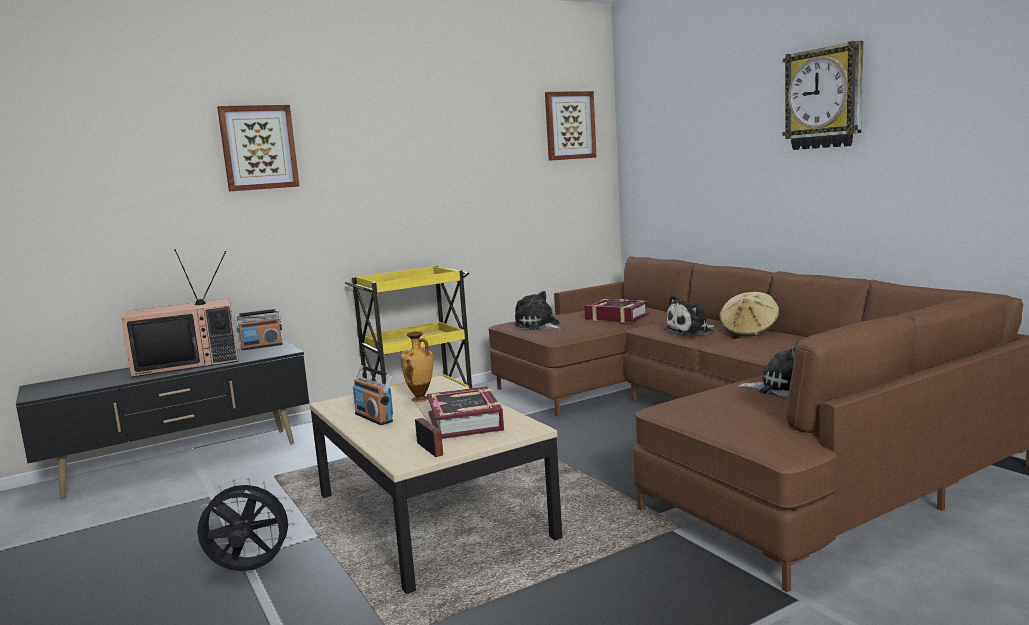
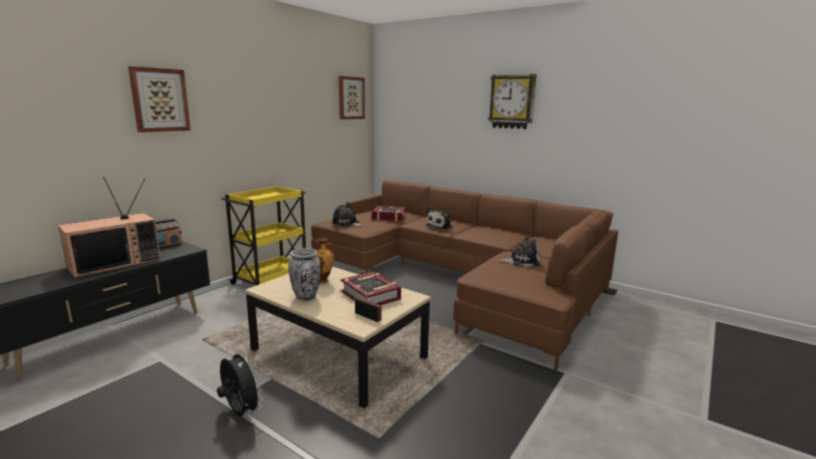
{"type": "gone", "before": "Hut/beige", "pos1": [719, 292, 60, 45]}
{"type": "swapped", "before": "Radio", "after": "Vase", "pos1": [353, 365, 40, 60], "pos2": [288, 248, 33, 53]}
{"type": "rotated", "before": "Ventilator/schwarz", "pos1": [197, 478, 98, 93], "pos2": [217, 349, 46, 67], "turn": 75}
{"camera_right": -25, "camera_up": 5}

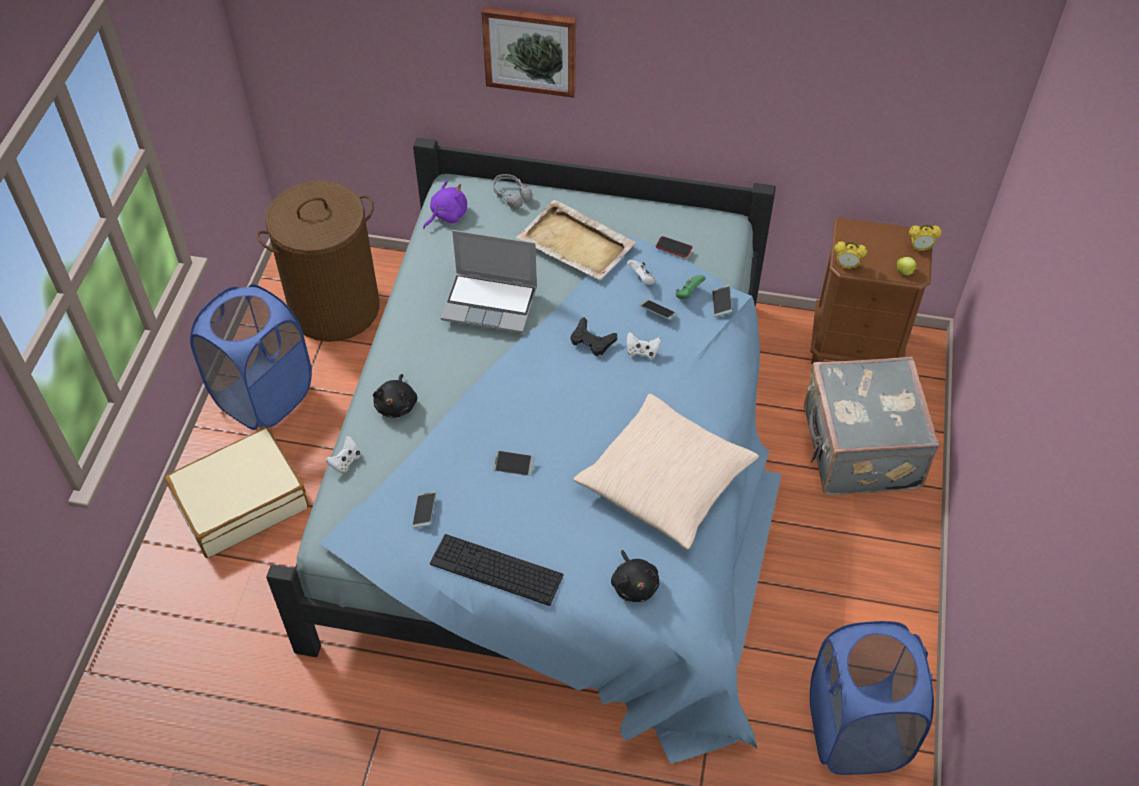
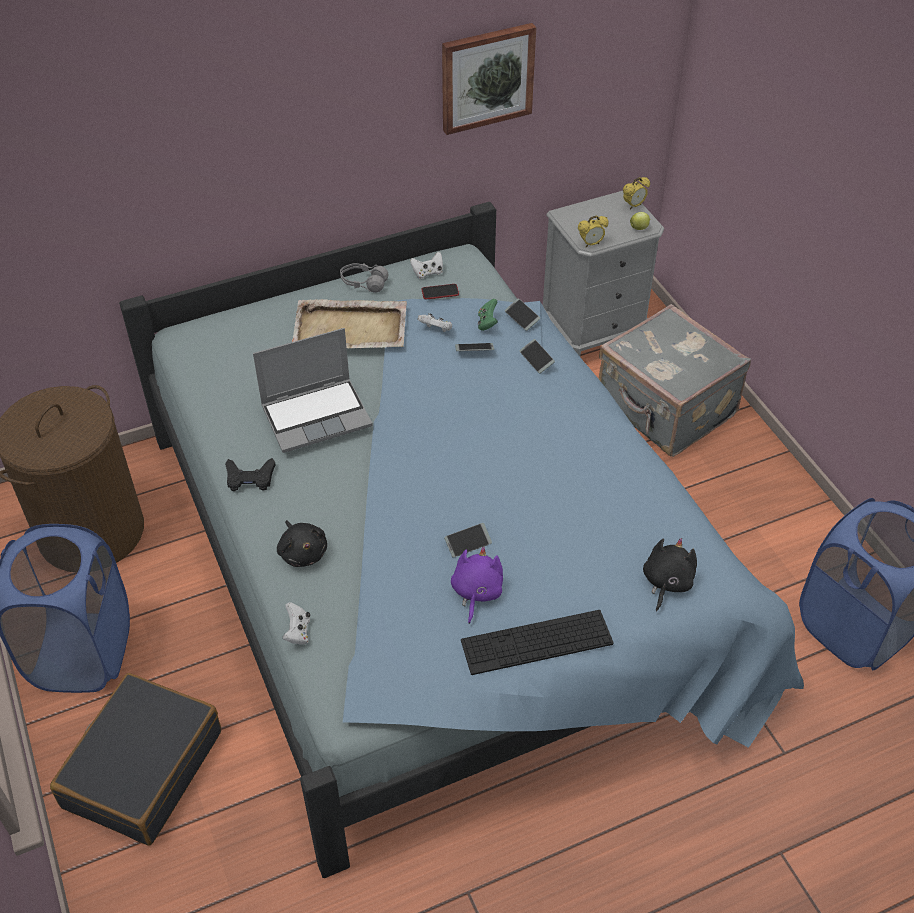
{"type": "gone", "before": "Kissen/beige", "pos1": [573, 394, 186, 155]}
{"type": "shifted", "before": "Handy", "pos1": [412, 491, 24, 37], "pos2": [519, 339, 36, 35]}
{"type": "shifted", "before": "Plüschtier/lila", "pos1": [423, 180, 44, 49], "pos2": [451, 546, 52, 78]}
{"type": "shifted", "before": "Bild", "pos1": [481, 6, 95, 92], "pos2": [442, 23, 94, 112]}
{"type": "shifted", "before": "Kopfhörer/grau", "pos1": [493, 174, 40, 35], "pos2": [340, 263, 49, 29]}
{"type": "shifted", "before": "Gamepad/schwarz", "pos1": [571, 317, 46, 39], "pos2": [225, 458, 50, 33]}
{"type": "shifted", "before": "Gamepad/weiß", "pos1": [627, 332, 34, 27], "pos2": [410, 251, 33, 28]}
{"type": "repainted", "before": "Koffer/beige", "after": "Koffer/schwarz", "pos1": [165, 428, 144, 130], "pos2": [50, 673, 171, 173]}
{"type": "repainted", "before": "Nachttisch/braun", "after": "Nachttisch/grau", "pos1": [810, 217, 122, 147], "pos2": [543, 191, 121, 165]}
{"type": "rotated", "before": "Plüschtier/schwarz", "pos1": [611, 550, 48, 52], "pos2": [643, 538, 54, 73], "turn": -105}
{"camera_right": -35, "camera_up": -5}

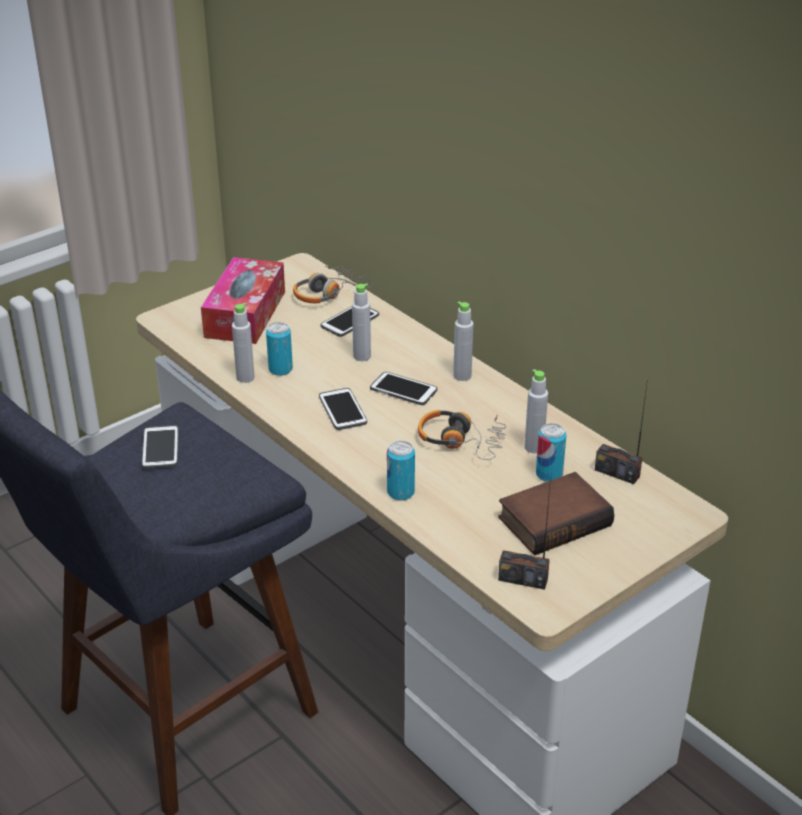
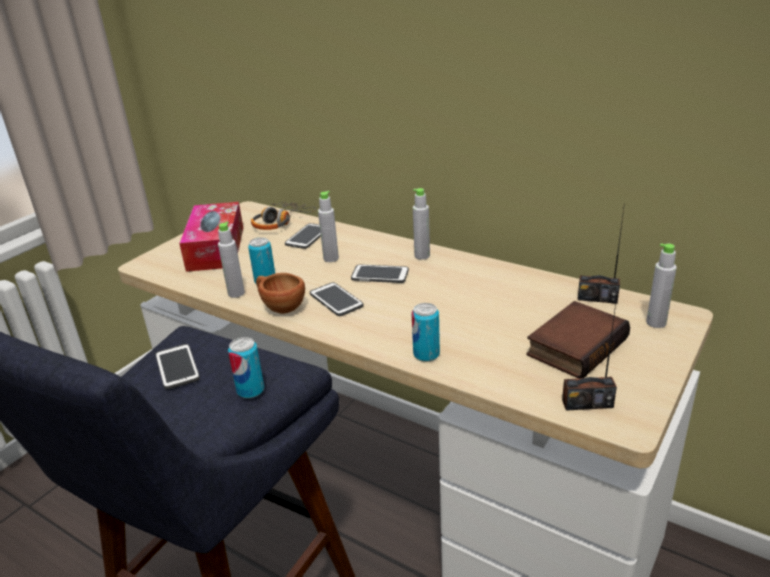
{"type": "gone", "before": "Kopfhörer", "pos1": [418, 410, 88, 50]}
{"type": "new", "after": "Tasse/braun", "pos2": [256, 273, 49, 41]}
{"type": "shifted", "before": "Flasche/grau", "pos1": [524, 369, 24, 84], "pos2": [646, 244, 31, 84]}
{"type": "shifted", "before": "Dose", "pos1": [536, 423, 30, 59], "pos2": [228, 337, 36, 61]}
{"camera_right": -15, "camera_up": -5}

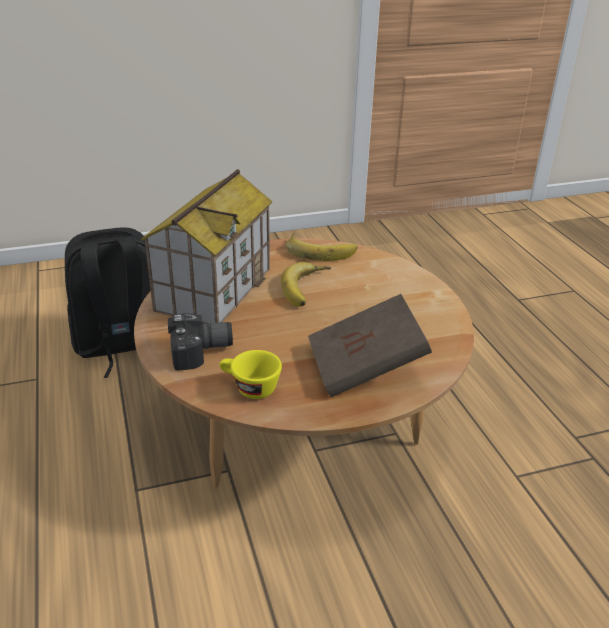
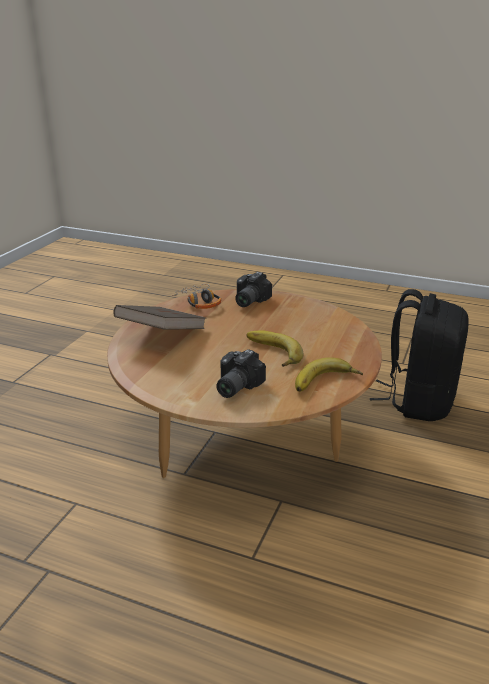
{"type": "gone", "before": "Spielzeughaus", "pos1": [141, 169, 132, 155]}
{"type": "new", "after": "Kamera", "pos2": [216, 349, 50, 49]}
{"type": "swapped", "before": "Tasse/gelb", "after": "Kopfhörer", "pos1": [219, 350, 63, 49], "pos2": [172, 284, 49, 25]}
{"camera_right": 130, "camera_up": -5}

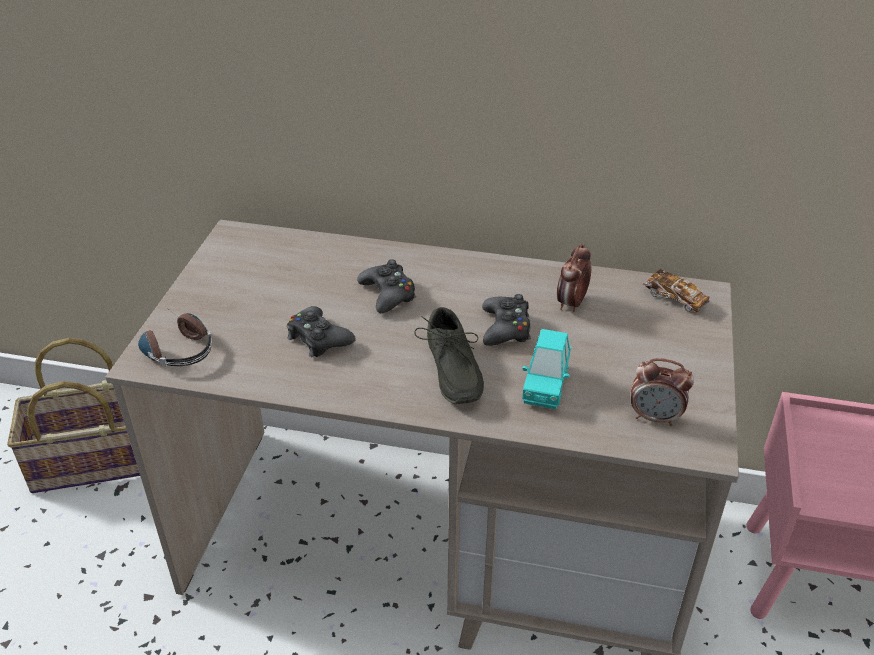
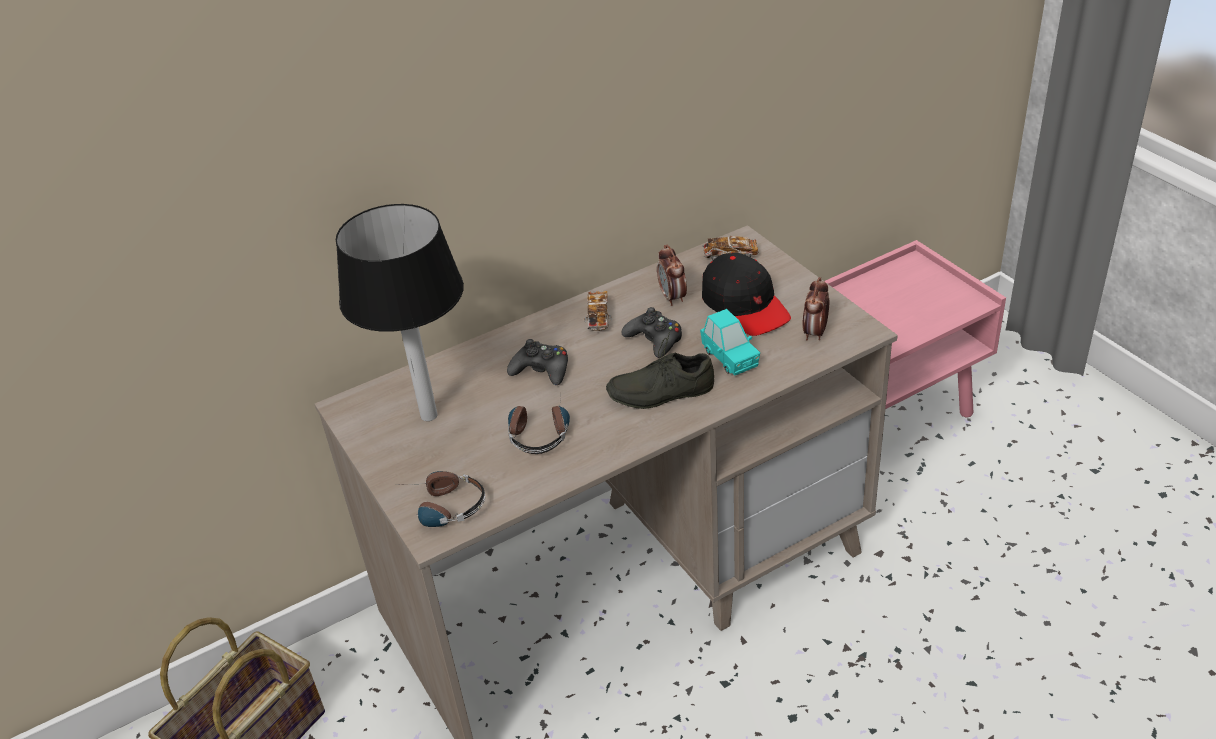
{"type": "new", "after": "Tischlampe", "pos2": [336, 204, 128, 217]}
{"type": "new", "after": "Spielzeugauto", "pos2": [585, 291, 27, 40]}
{"type": "new", "after": "Kappe/schwarz", "pos2": [702, 253, 89, 83]}
{"type": "swapped", "before": "Gamepad/schwarz", "after": "Kopfhörer", "pos1": [287, 306, 69, 51], "pos2": [508, 396, 62, 58]}
{"type": "rotated", "before": "Schuh/grau", "pos1": [414, 307, 70, 97], "pos2": [606, 332, 108, 77], "turn": 135}
{"type": "rotated", "before": "Wecker", "pos1": [631, 358, 63, 68], "pos2": [802, 277, 27, 63], "turn": 135}
{"camera_right": -40, "camera_up": 0}

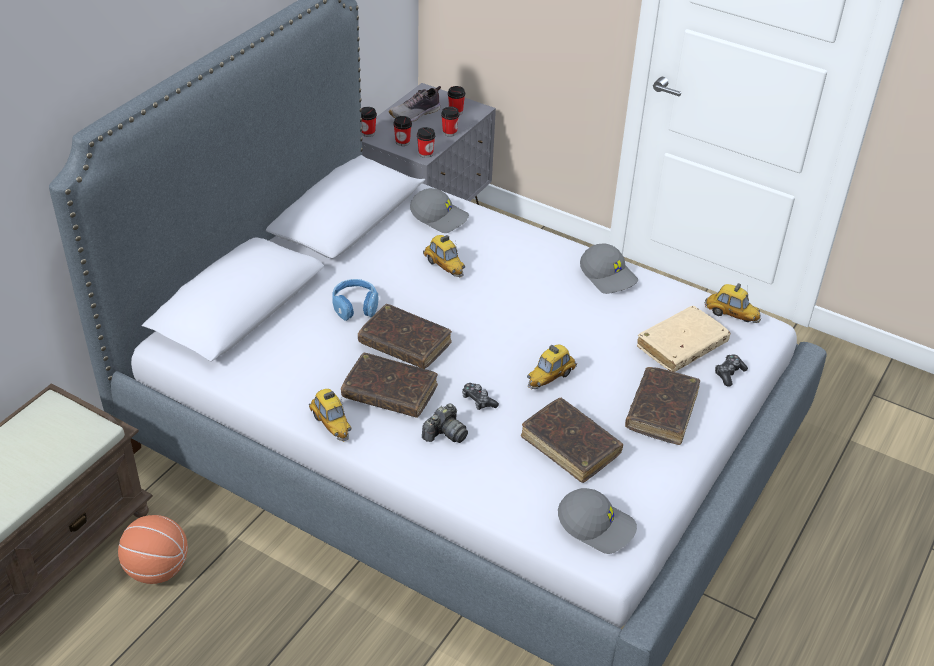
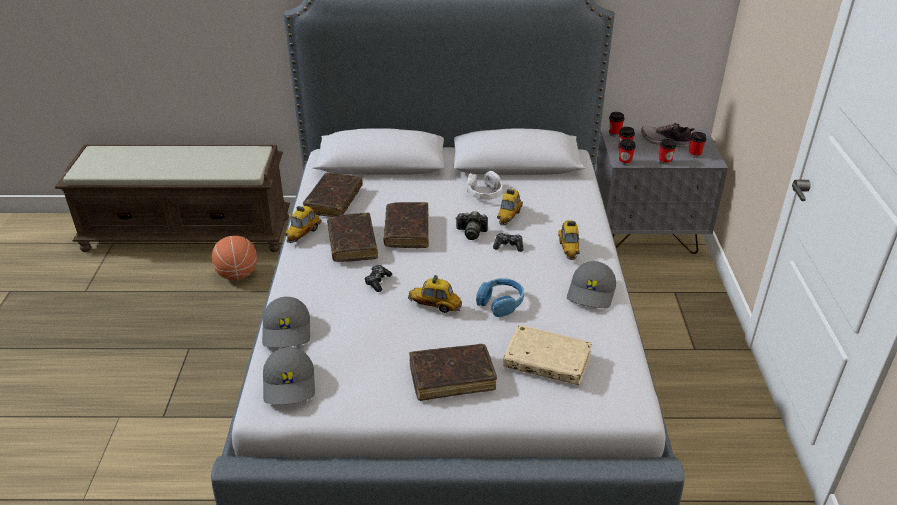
{"type": "new", "after": "Kopfhörer/weiß", "pos2": [467, 171, 36, 29]}
{"type": "shifted", "before": "Kopfhörer/blau", "pos1": [332, 279, 46, 42], "pos2": [476, 278, 48, 39]}
{"type": "shifted", "before": "Kappe/grau", "pos1": [410, 188, 59, 45], "pos2": [262, 297, 48, 51]}
{"type": "shifted", "before": "Kamera", "pos1": [422, 403, 46, 40], "pos2": [455, 211, 33, 29]}
{"type": "shifted", "before": "Buch/braun", "pos1": [521, 398, 102, 85], "pos2": [303, 173, 60, 44]}
{"type": "shifted", "before": "Spielzeugauto", "pos1": [705, 283, 56, 40], "pos2": [558, 220, 22, 40]}
{"type": "shifted", "before": "Gamepad", "pos1": [715, 354, 33, 32], "pos2": [493, 233, 31, 19]}
{"camera_right": 60, "camera_up": -5}

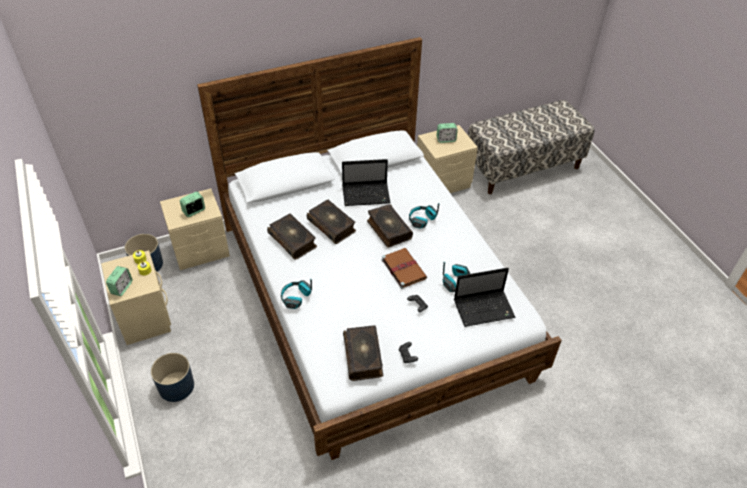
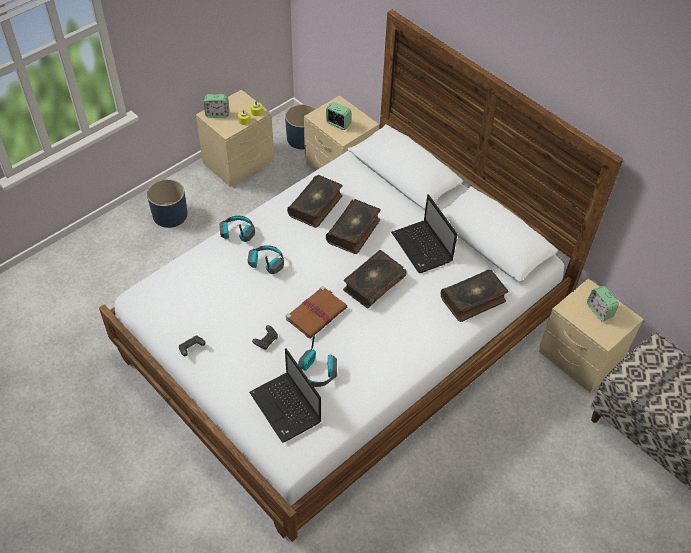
{"type": "shifted", "before": "Buch", "pos1": [343, 325, 40, 56], "pos2": [441, 269, 67, 53]}
{"type": "shifted", "before": "Kopfhörer", "pos1": [409, 203, 30, 26], "pos2": [248, 245, 36, 29]}
{"camera_right": 70, "camera_up": 5}

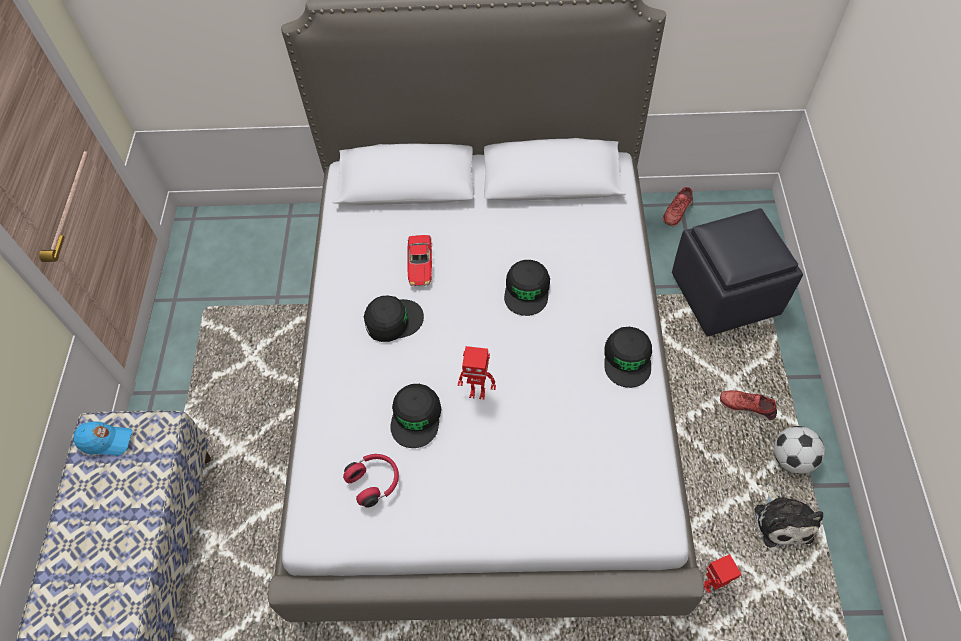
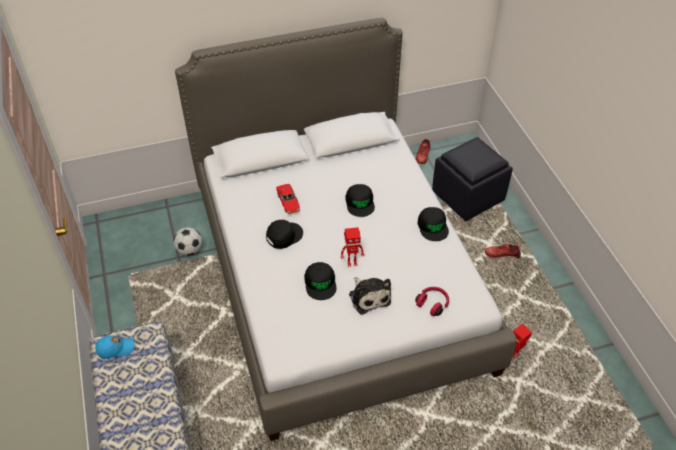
{"type": "shifted", "before": "Kopfhörer/rot", "pos1": [343, 454, 56, 54], "pos2": [415, 287, 34, 29]}
{"type": "shifted", "before": "Plüschtier", "pos1": [754, 484, 69, 64], "pos2": [349, 277, 42, 38]}
{"type": "shifted", "before": "Fußball", "pos1": [774, 426, 51, 48], "pos2": [173, 227, 29, 29]}
{"camera_right": -20, "camera_up": -10}

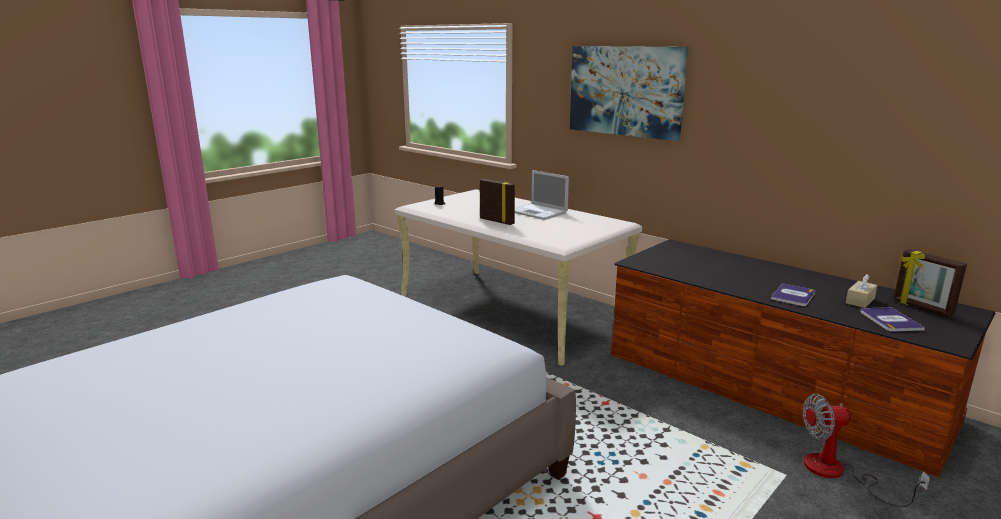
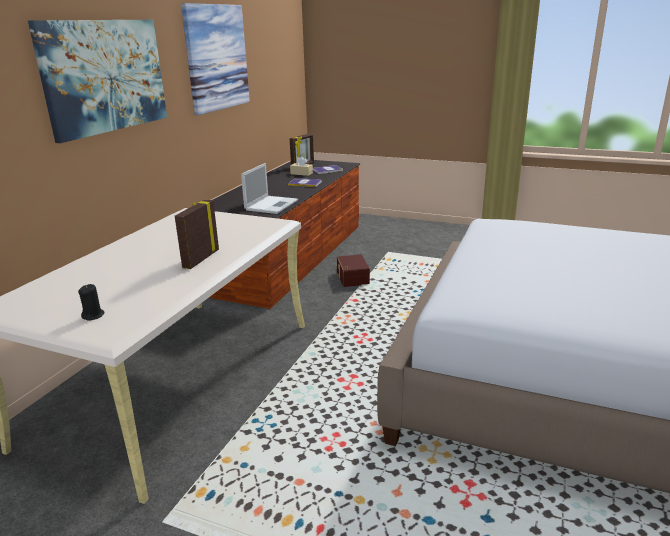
{"type": "gone", "before": "Ventilator", "pos1": [803, 394, 127, 113]}
{"type": "new", "after": "Bild", "pos2": [181, 3, 69, 112]}
{"type": "new", "after": "Aufbewahrungsbox/braun", "pos2": [337, 255, 33, 32]}
{"type": "shifted", "before": "Laptop", "pos1": [515, 170, 54, 50], "pos2": [241, 163, 57, 51]}
{"camera_right": -110, "camera_up": 5}

